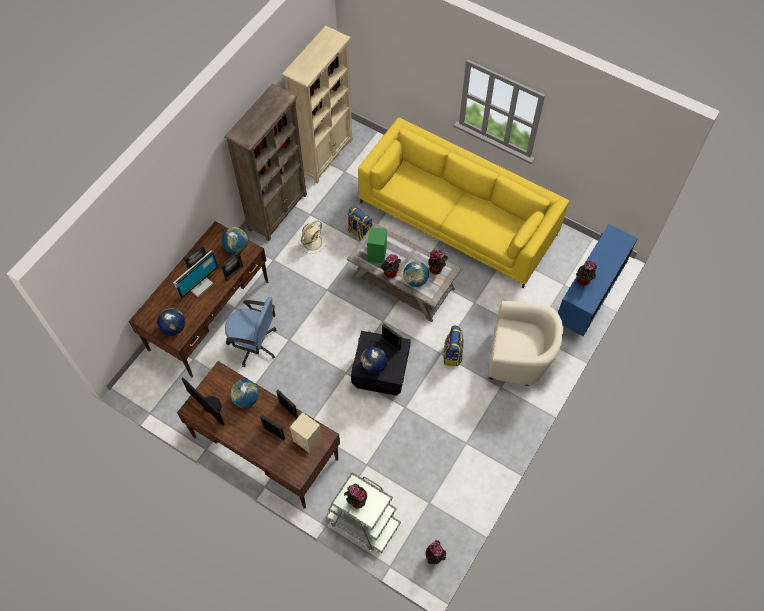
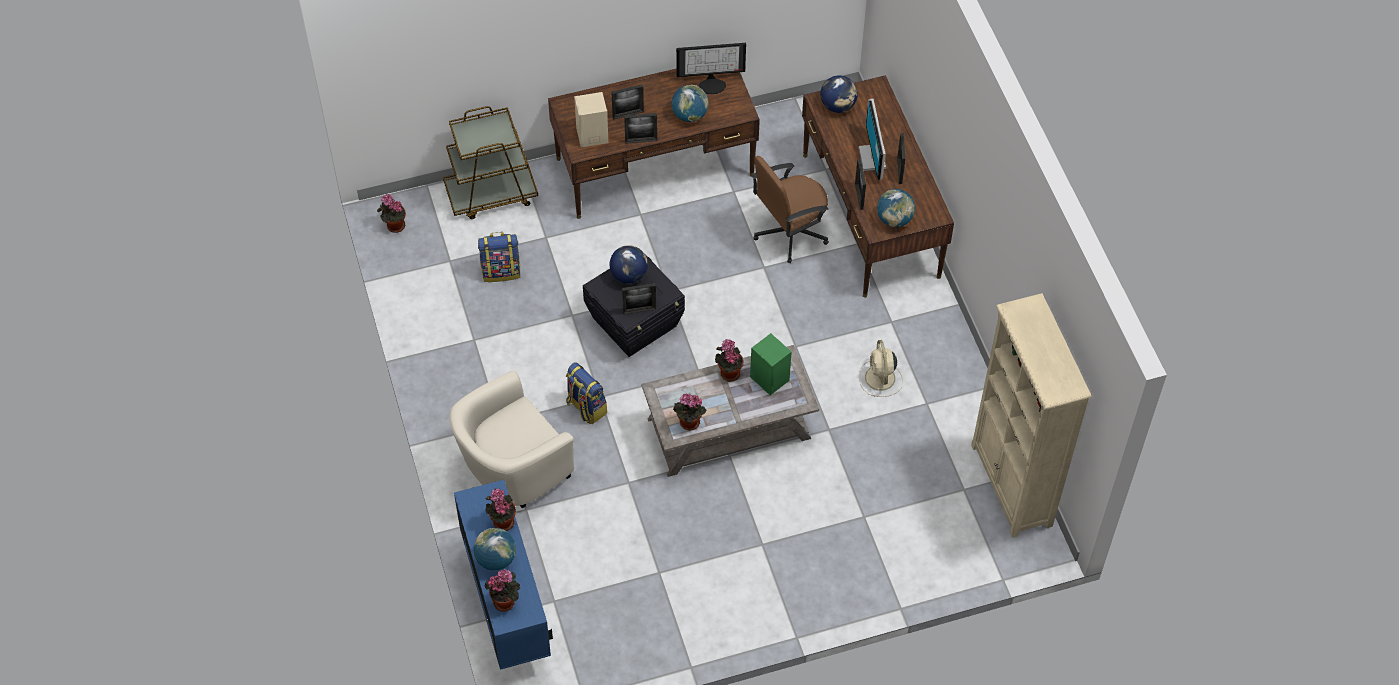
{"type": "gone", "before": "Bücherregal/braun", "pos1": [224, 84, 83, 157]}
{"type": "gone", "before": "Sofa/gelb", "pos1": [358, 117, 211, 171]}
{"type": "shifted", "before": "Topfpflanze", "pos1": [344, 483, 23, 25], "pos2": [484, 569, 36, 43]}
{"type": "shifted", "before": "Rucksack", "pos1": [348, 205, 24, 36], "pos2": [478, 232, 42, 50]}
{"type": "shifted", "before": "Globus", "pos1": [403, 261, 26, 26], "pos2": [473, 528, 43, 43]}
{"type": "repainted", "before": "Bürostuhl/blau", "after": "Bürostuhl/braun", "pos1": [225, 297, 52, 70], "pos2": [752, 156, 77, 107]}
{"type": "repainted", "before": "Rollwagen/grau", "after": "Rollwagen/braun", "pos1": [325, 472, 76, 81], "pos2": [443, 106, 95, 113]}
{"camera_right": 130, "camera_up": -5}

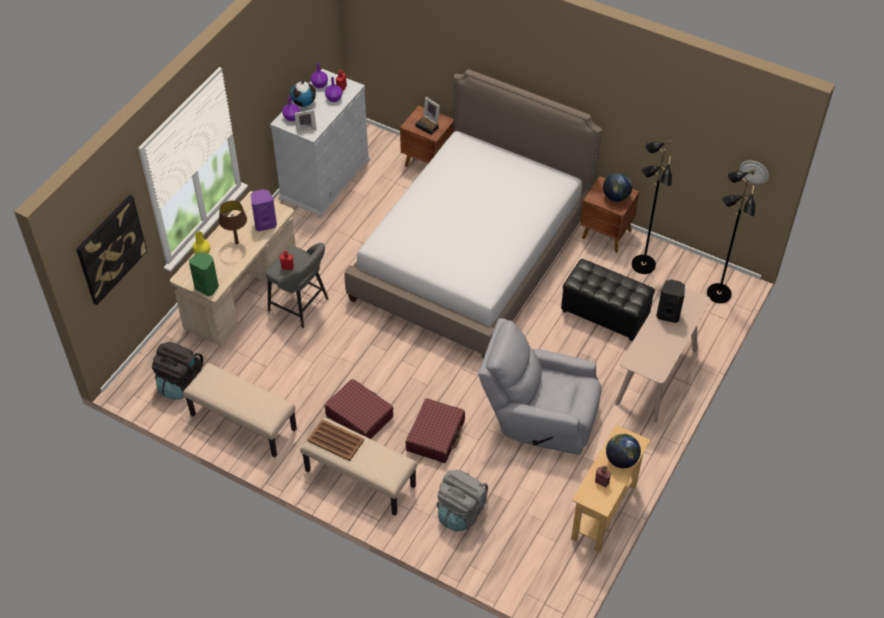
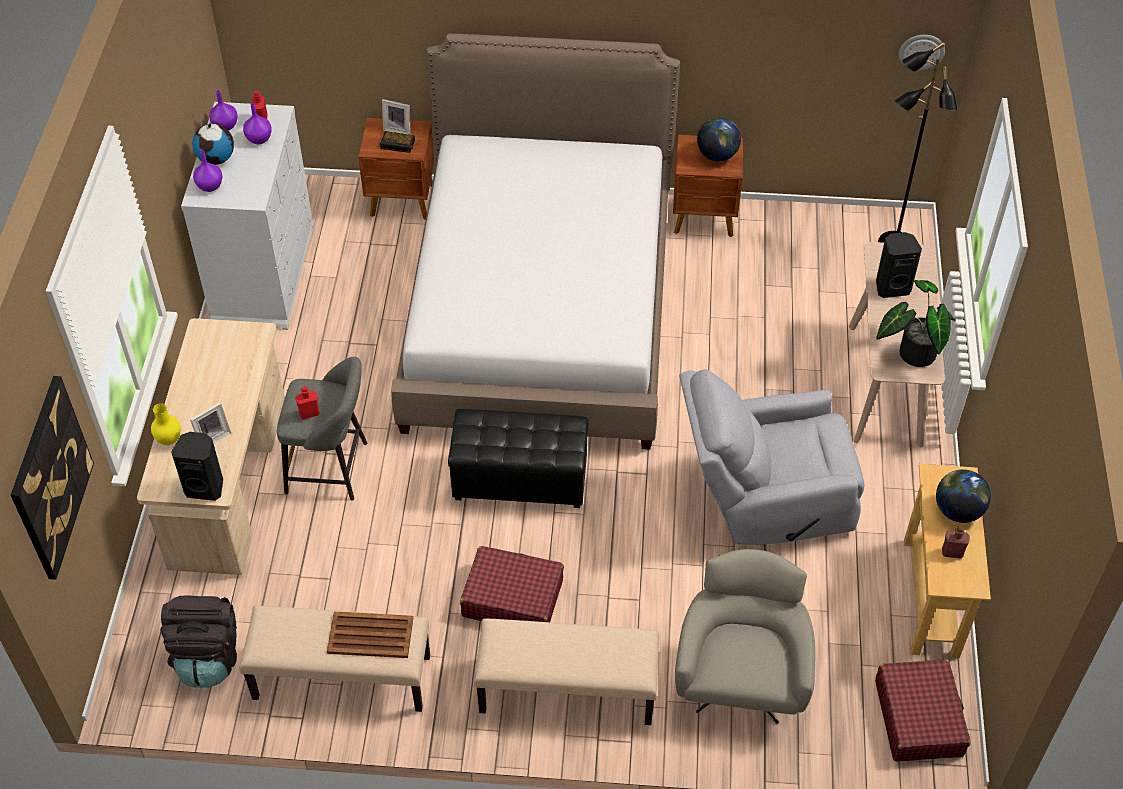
{"type": "gone", "before": "Tischlampe/braun", "pos1": [219, 201, 28, 43]}
{"type": "gone", "before": "Lautsprecher/lila", "pos1": [251, 189, 26, 42]}
{"type": "gone", "before": "Stehlampe/schwarz", "pos1": [632, 140, 40, 134]}
{"type": "new", "after": "Topfpflanze", "pos2": [876, 280, 80, 87]}
{"type": "shifted", "before": "Bilderrahmen", "pos1": [294, 110, 22, 24], "pos2": [190, 402, 41, 42]}
{"type": "shifted", "before": "Tablett/braun", "pos1": [308, 419, 56, 42], "pos2": [327, 612, 86, 46]}
{"type": "shifted", "before": "Koffer/rot", "pos1": [406, 398, 59, 65], "pos2": [875, 659, 96, 103]}
{"type": "shifted", "before": "Polsterhocker/schwarz", "pos1": [561, 259, 94, 82], "pos2": [448, 409, 141, 99]}
{"type": "swapped", "before": "Rucksack/grau", "after": "Sessel/grau", "pos1": [436, 470, 52, 61], "pos2": [675, 549, 140, 175]}
{"type": "repainted", "before": "Lautsprecher/grün", "after": "Lautsprecher/schwarz", "pos1": [189, 252, 30, 44], "pos2": [171, 432, 52, 69]}
{"camera_right": -25, "camera_up": 0}

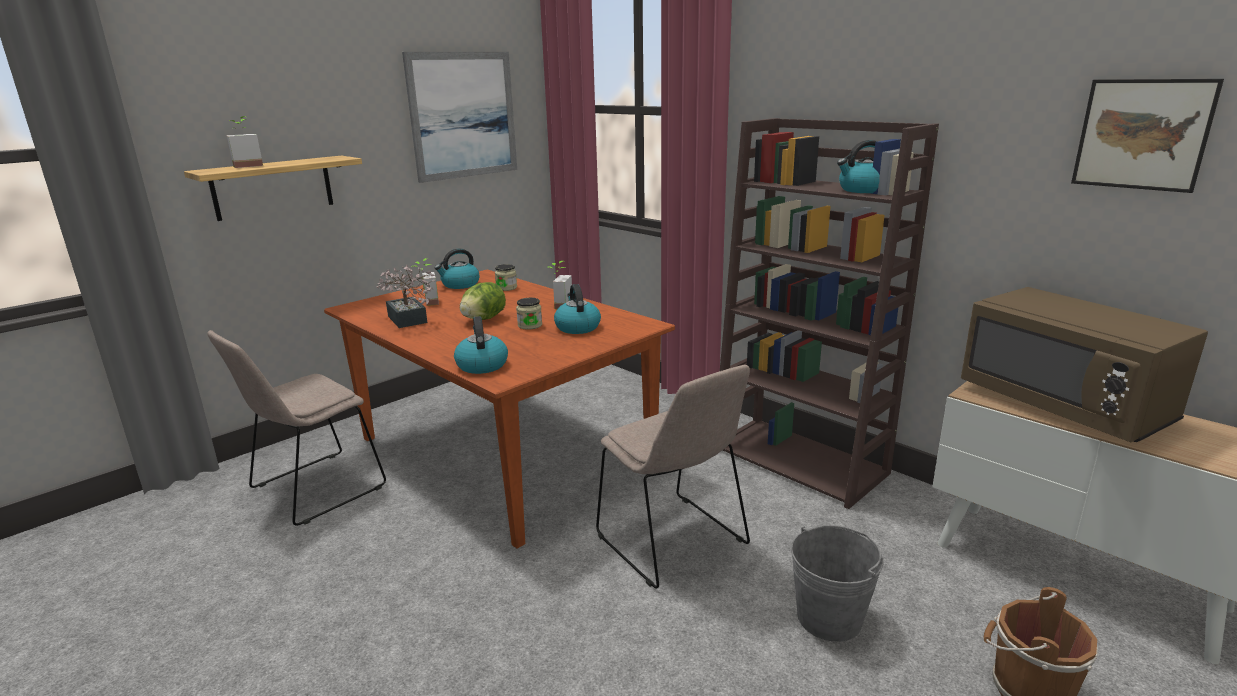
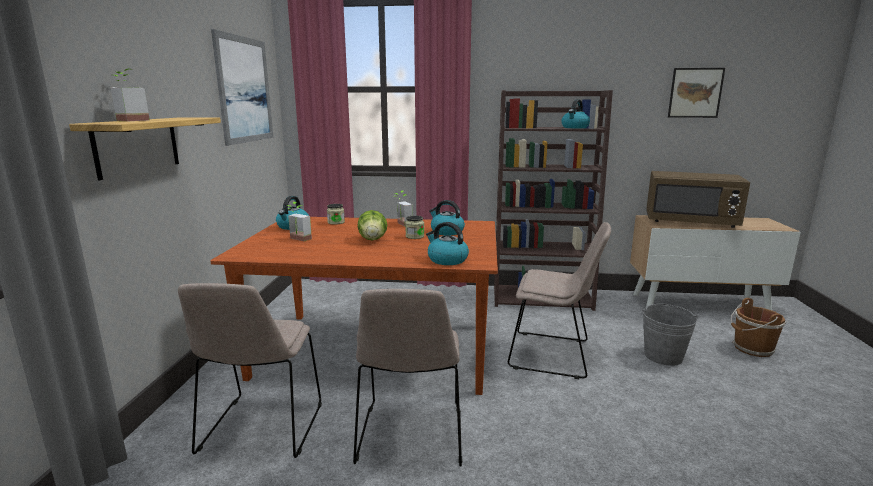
{"type": "gone", "before": "Topfpflanze", "pos1": [376, 265, 60, 63]}
{"type": "new", "after": "Stuhl/beige", "pos2": [353, 289, 109, 178]}
{"camera_right": -40, "camera_up": -5}

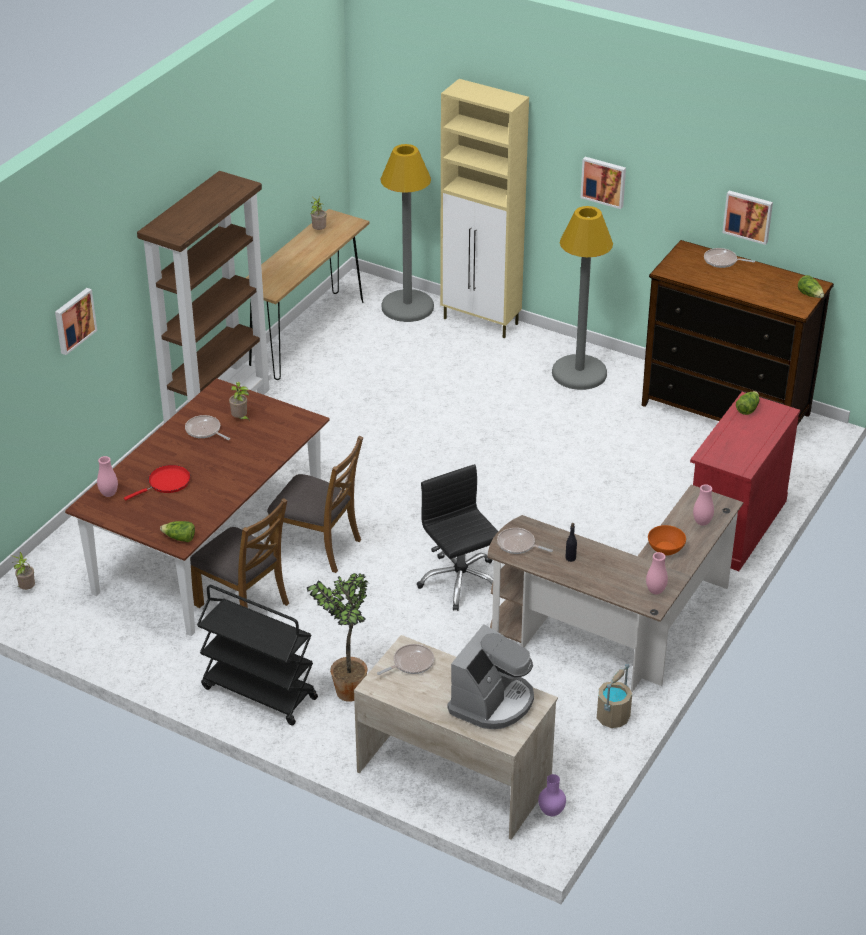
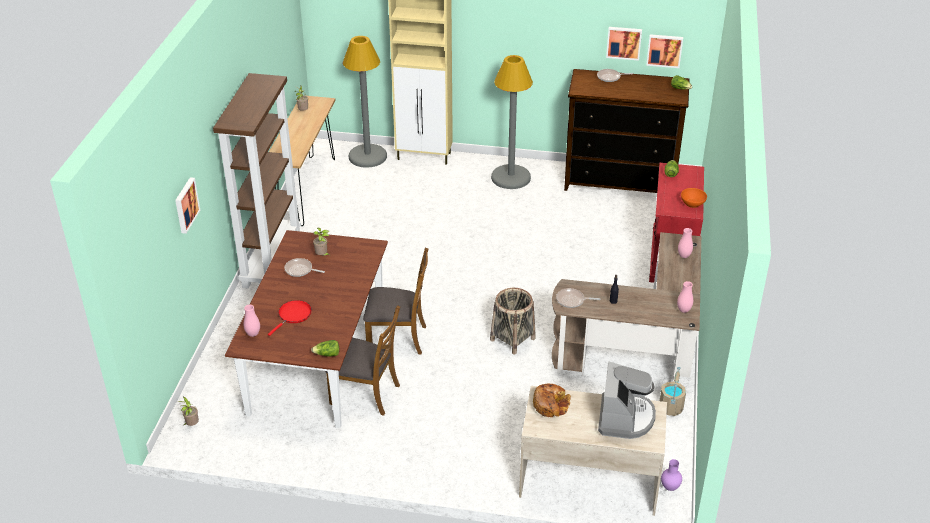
{"type": "gone", "before": "Rollwagen/schwarz", "pos1": [197, 585, 121, 141]}
{"type": "gone", "before": "Topfpflanze", "pos1": [307, 573, 62, 129]}
{"type": "shifted", "before": "Bild", "pos1": [580, 157, 46, 52], "pos2": [646, 34, 37, 34]}
{"type": "shifted", "before": "Schüssel/orange", "pos1": [648, 525, 38, 31], "pos2": [681, 188, 26, 20]}
{"type": "swapped", "before": "Pfanne", "after": "Brot", "pos1": [377, 644, 57, 31], "pos2": [533, 383, 38, 34]}
{"type": "swapped", "before": "Bürostuhl/schwarz", "after": "Korb", "pos1": [417, 464, 81, 147], "pos2": [490, 288, 46, 67]}
{"camera_right": -20, "camera_up": 0}

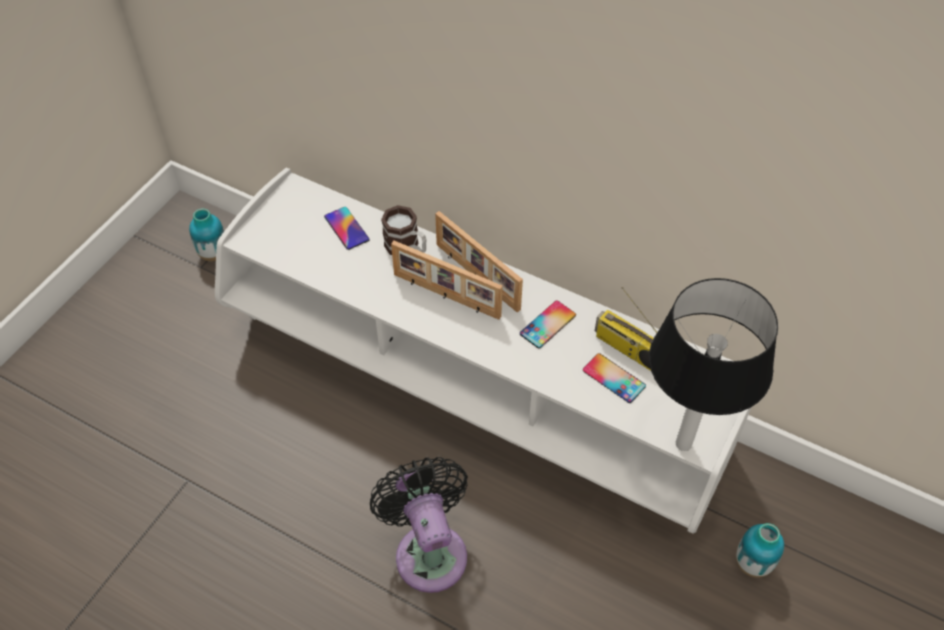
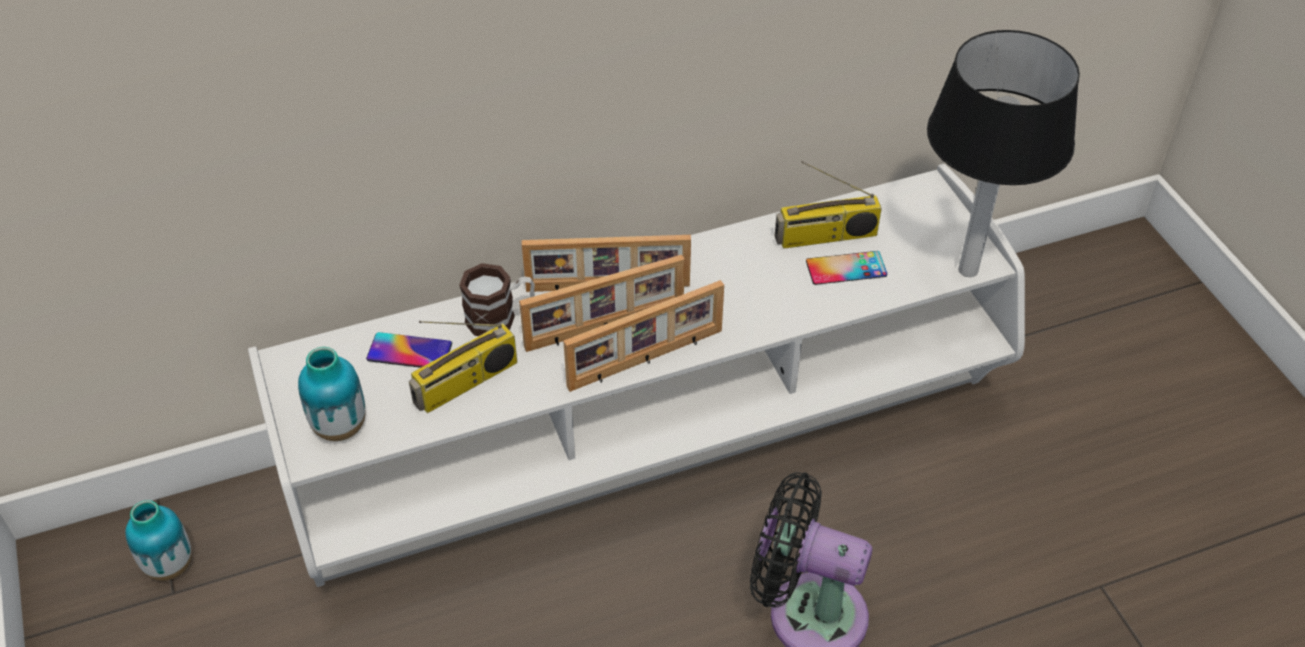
{"type": "gone", "before": "Handy", "pos1": [520, 300, 56, 49]}
{"type": "new", "after": "Radio", "pos2": [409, 321, 109, 92]}
{"type": "new", "after": "Bilderrahmen", "pos2": [563, 280, 161, 112]}
{"type": "shifted", "before": "Vase", "pos1": [736, 523, 48, 55], "pos2": [298, 347, 67, 94]}
{"camera_right": -50, "camera_up": -5}

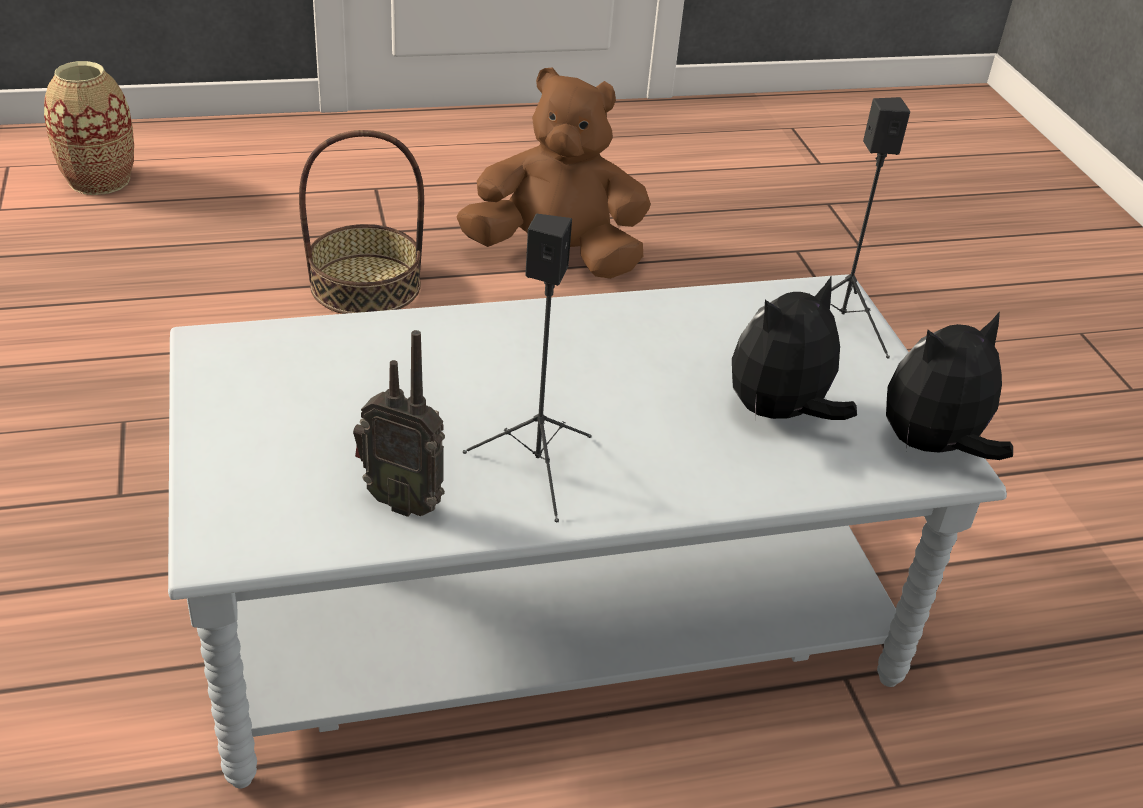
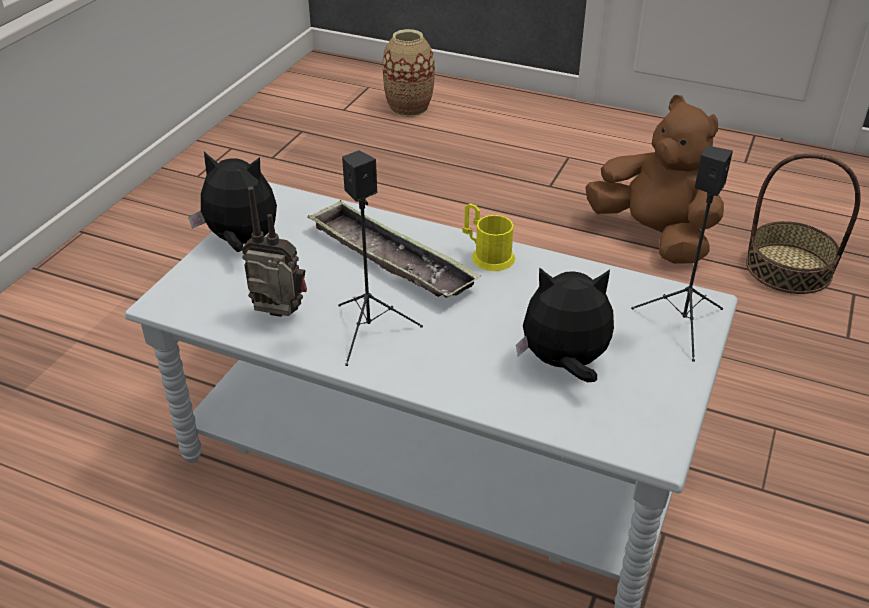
{"type": "new", "after": "Tablett", "pos2": [307, 200, 174, 98]}
{"type": "new", "after": "Henkelbecher/gelb", "pos2": [463, 203, 52, 68]}
{"type": "shifted", "before": "Korb", "pos1": [299, 130, 125, 184], "pos2": [746, 153, 115, 141]}
{"type": "shifted", "before": "Plüschtier", "pos1": [886, 311, 127, 149], "pos2": [188, 152, 89, 100]}
{"type": "rotated", "before": "Radio", "pos1": [353, 330, 92, 187], "pos2": [242, 187, 65, 130], "turn": 135}
{"camera_right": 40, "camera_up": 0}

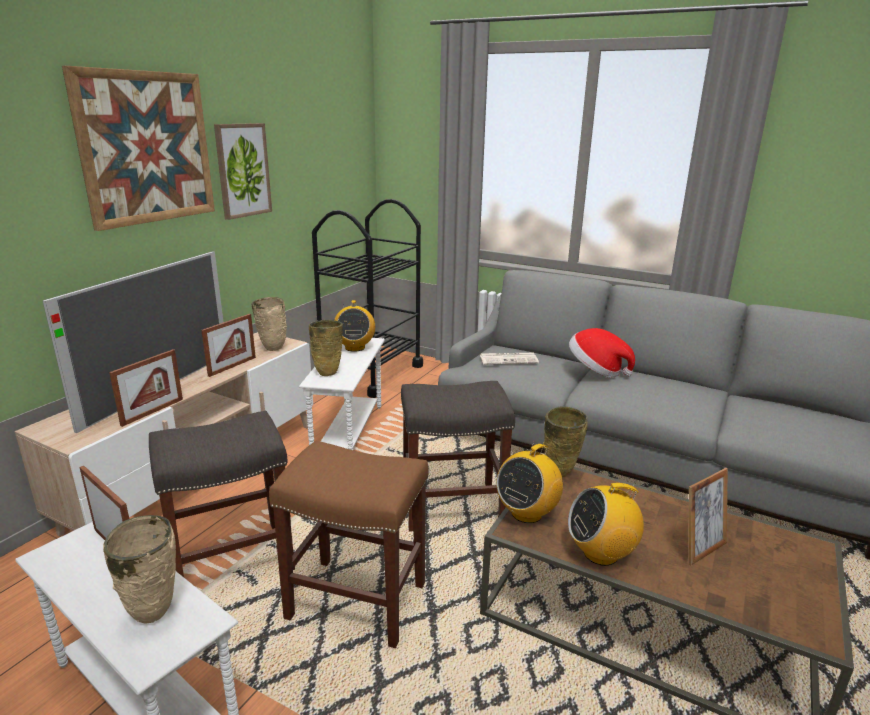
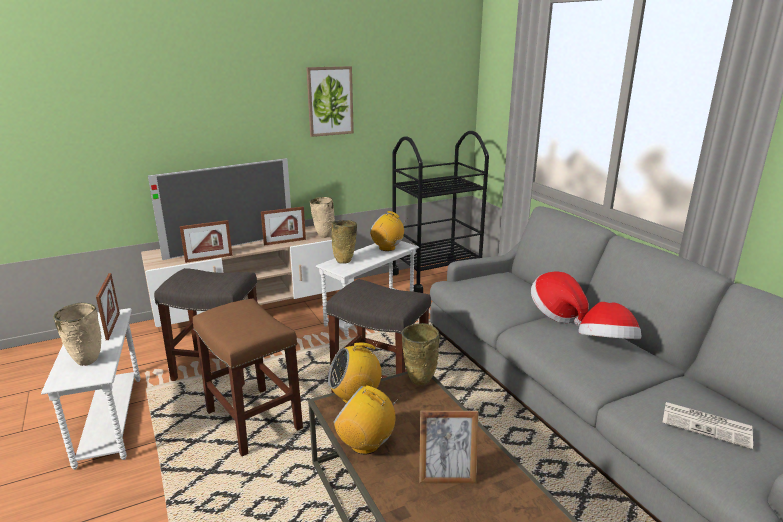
{"type": "gone", "before": "Bild", "pos1": [62, 66, 153, 165]}
{"type": "new", "after": "Hut", "pos2": [578, 302, 63, 37]}
{"type": "shifted", "before": "Zeitung", "pos1": [480, 353, 59, 12], "pos2": [662, 402, 91, 47]}
{"type": "rotated", "before": "Radio", "pos1": [334, 300, 41, 52], "pos2": [370, 211, 38, 40], "turn": 90}
{"camera_right": 35, "camera_up": 0}

